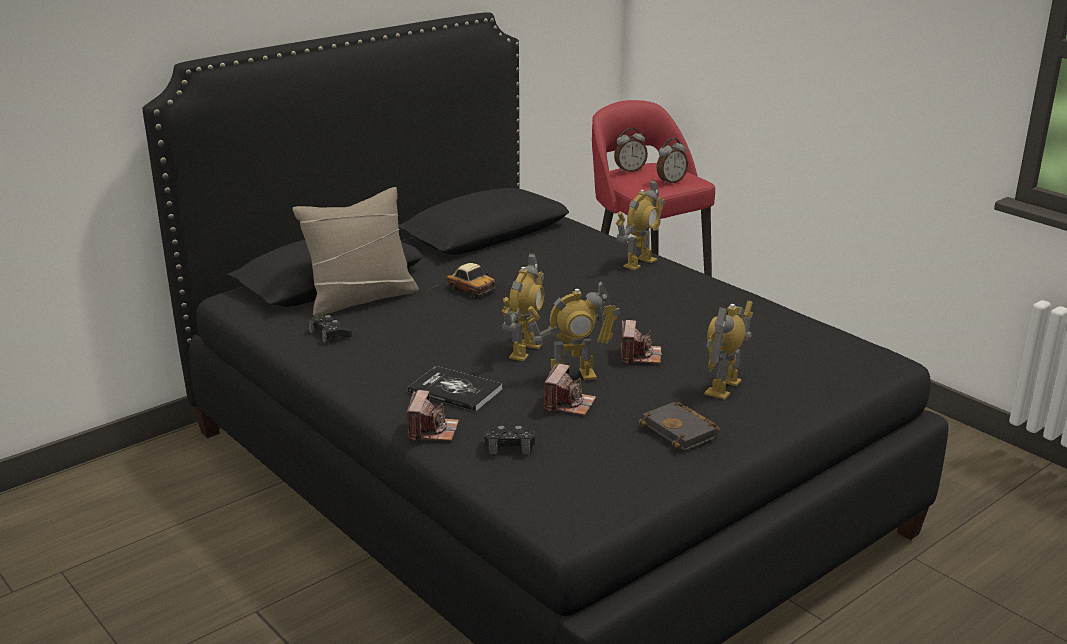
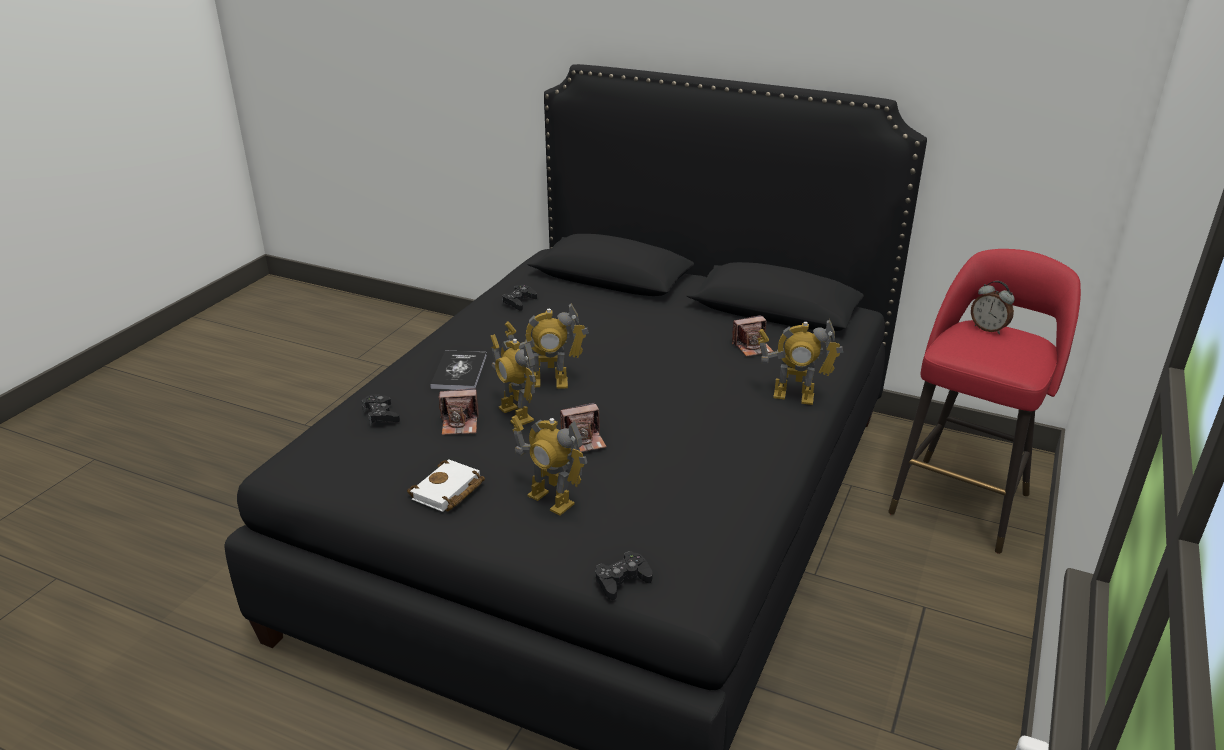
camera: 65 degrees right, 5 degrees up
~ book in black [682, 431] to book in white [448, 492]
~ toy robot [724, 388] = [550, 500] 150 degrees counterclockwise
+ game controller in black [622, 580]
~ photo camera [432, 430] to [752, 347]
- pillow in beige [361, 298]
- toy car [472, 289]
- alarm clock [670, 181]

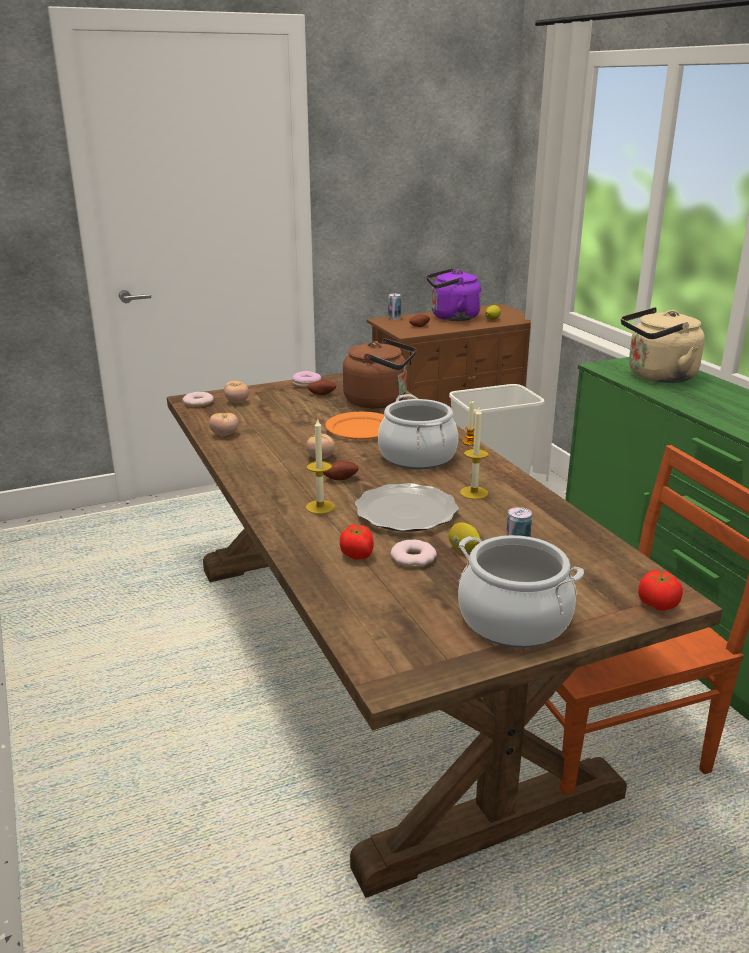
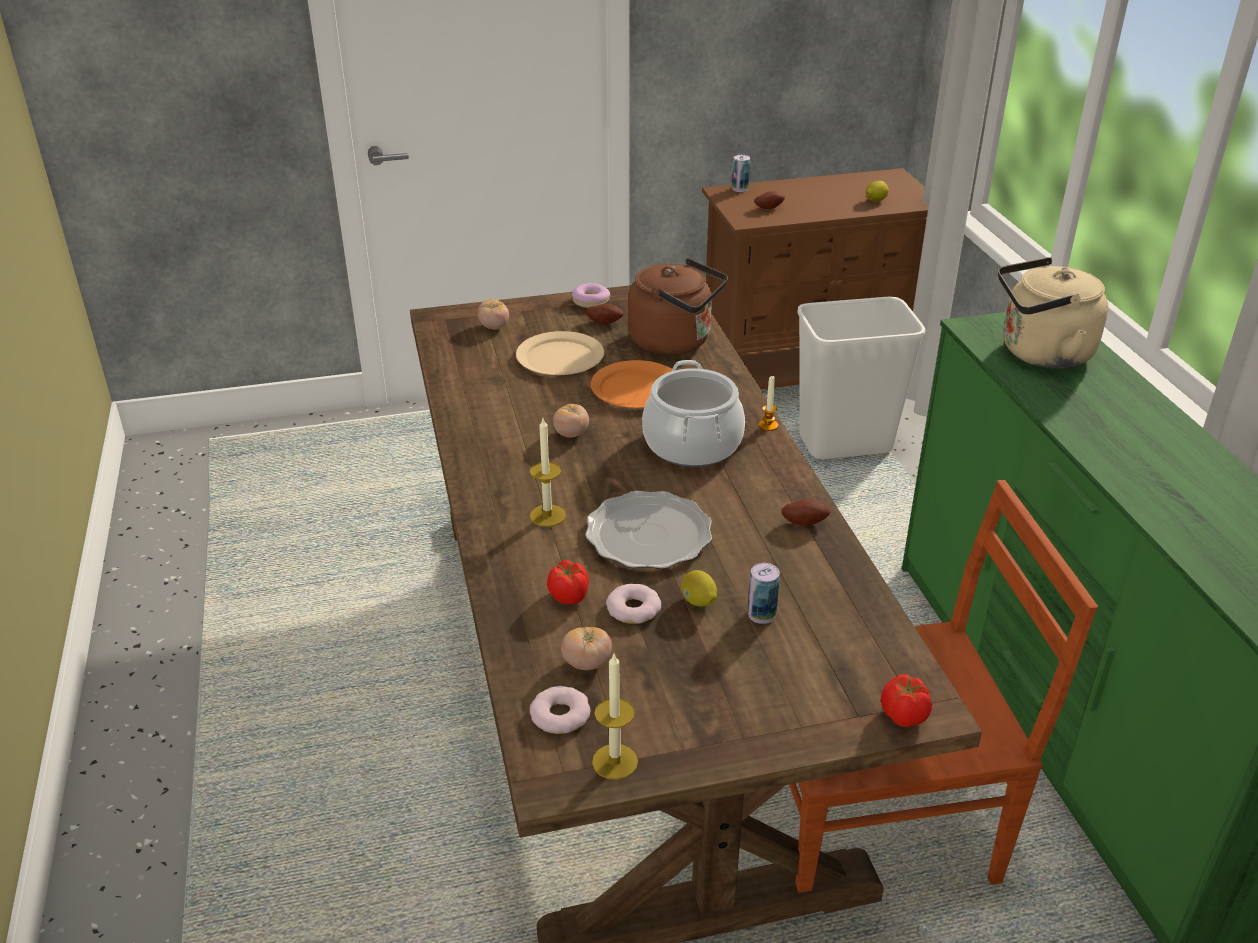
camera: 10 degrees right, 10 degrees up
+ plate in beige [561, 358]
~ donut [198, 403] to [560, 715]
~ tomato [224, 435] to [587, 663]
~ candle [474, 493] to [615, 762]
~ potato [340, 478] to [804, 521]
- kettle in purple [451, 317]
- cooking pot [514, 621]

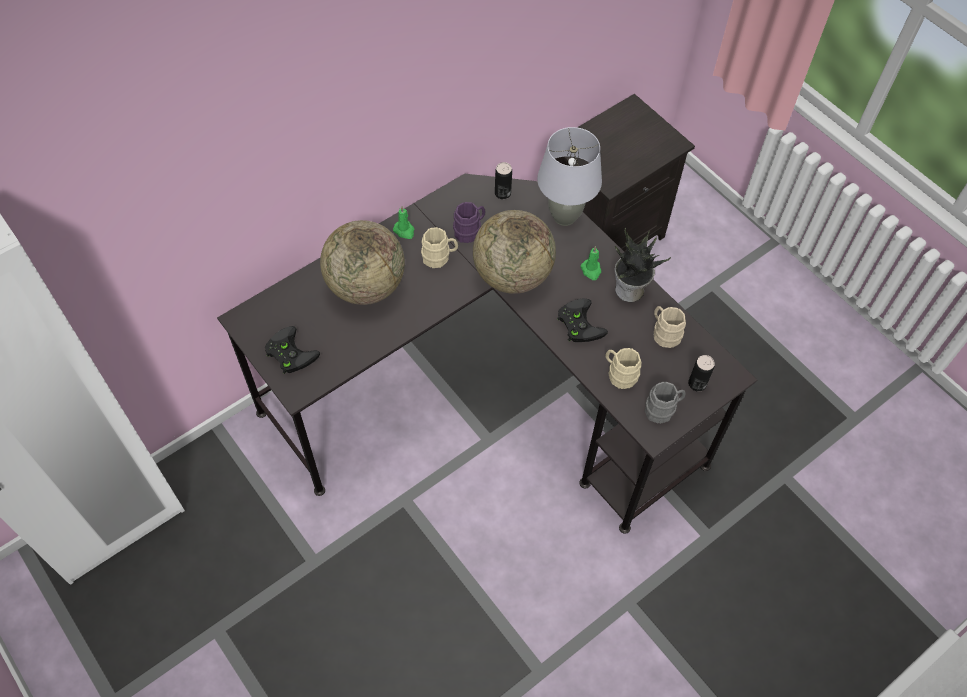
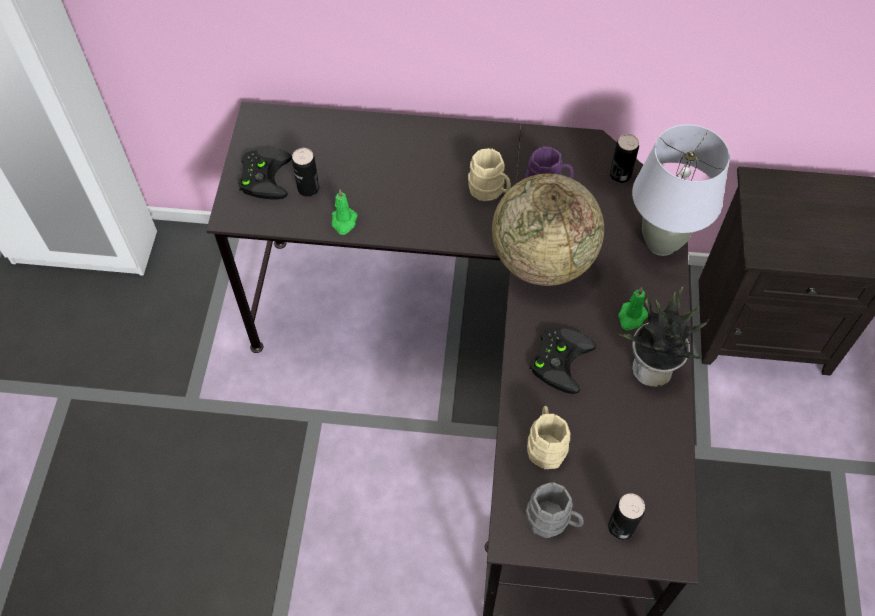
camera: 45 degrees right, 0 degrees up
+ can [308, 188]
~ candle in green [404, 231] to [344, 222]
- globe [366, 286]
- mug in beige [664, 333]

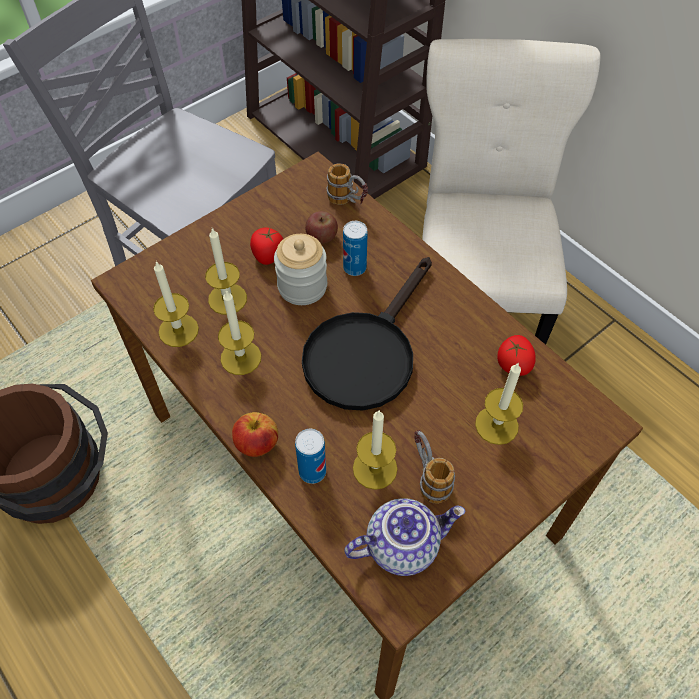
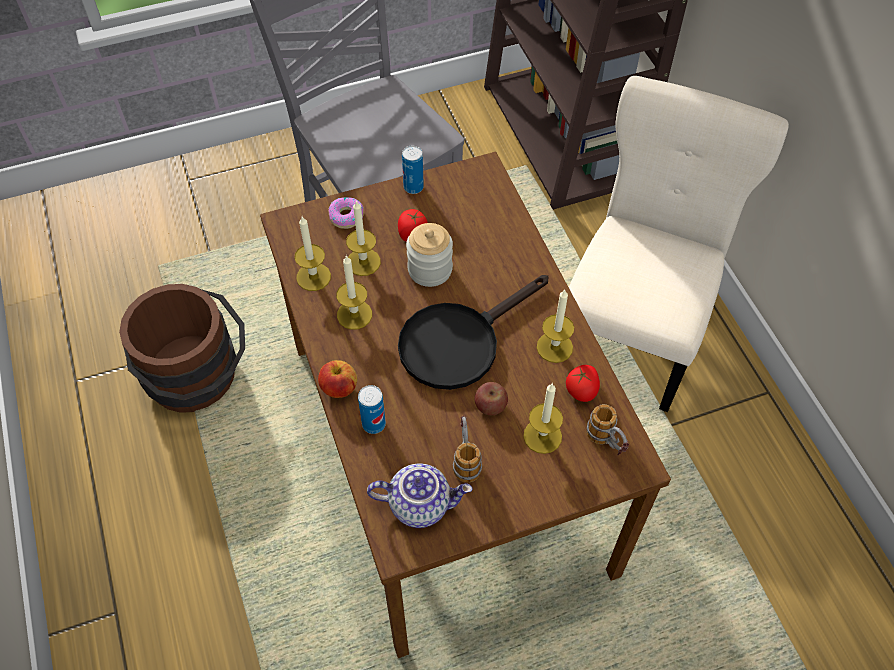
camera: 20 degrees right, 0 degrees up
+ donut [346, 216]
~ can [354, 268] to [413, 187]
~ apple [322, 237] to [490, 405]
~ candle [375, 468] to [554, 347]
~ mug [348, 202] to [606, 442]

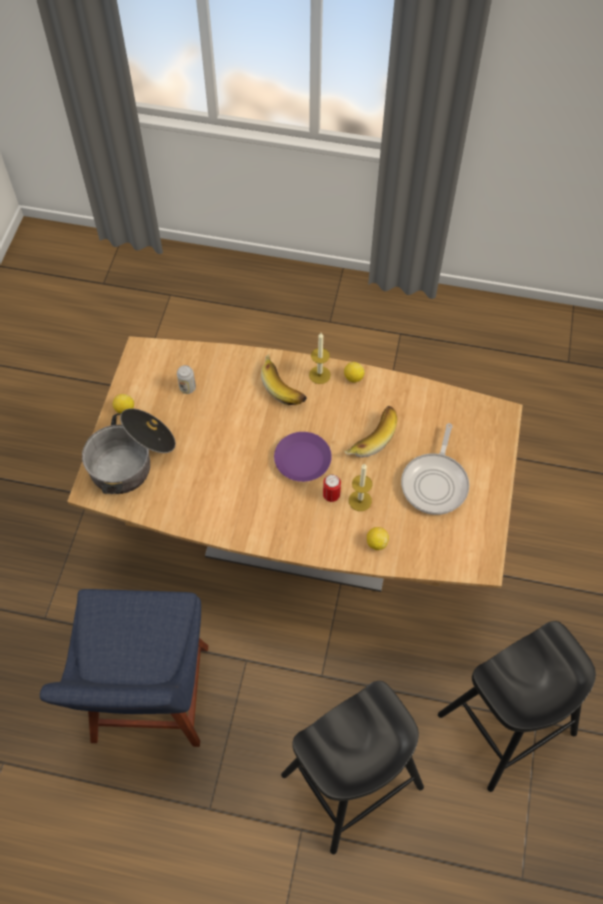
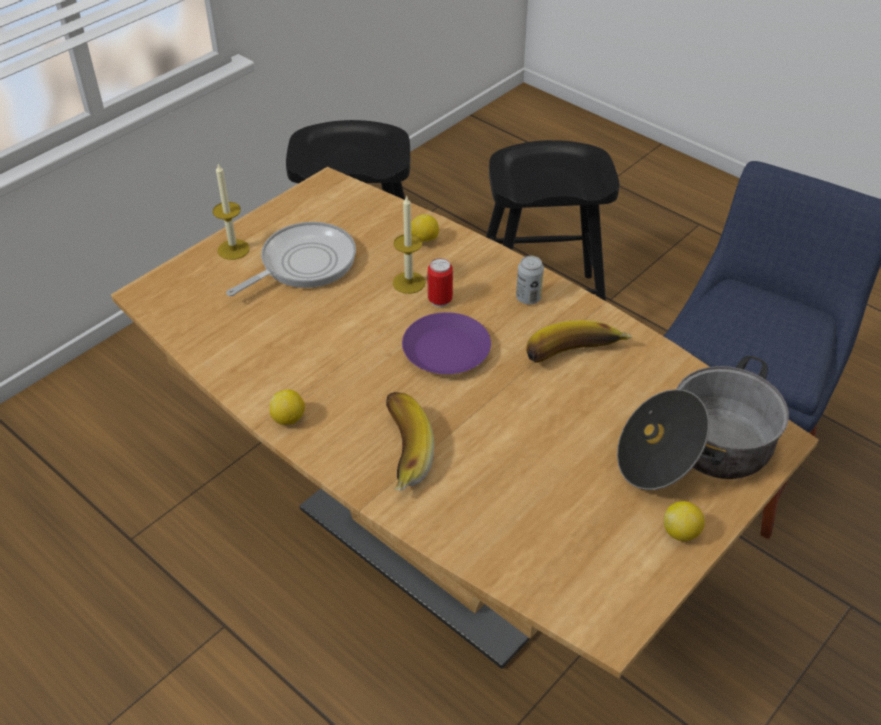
camera: 150 degrees left, 15 degrees down
~ candle [319, 375] to [233, 249]
~ can [187, 388] to [528, 298]
~ banana [369, 436] to [575, 357]

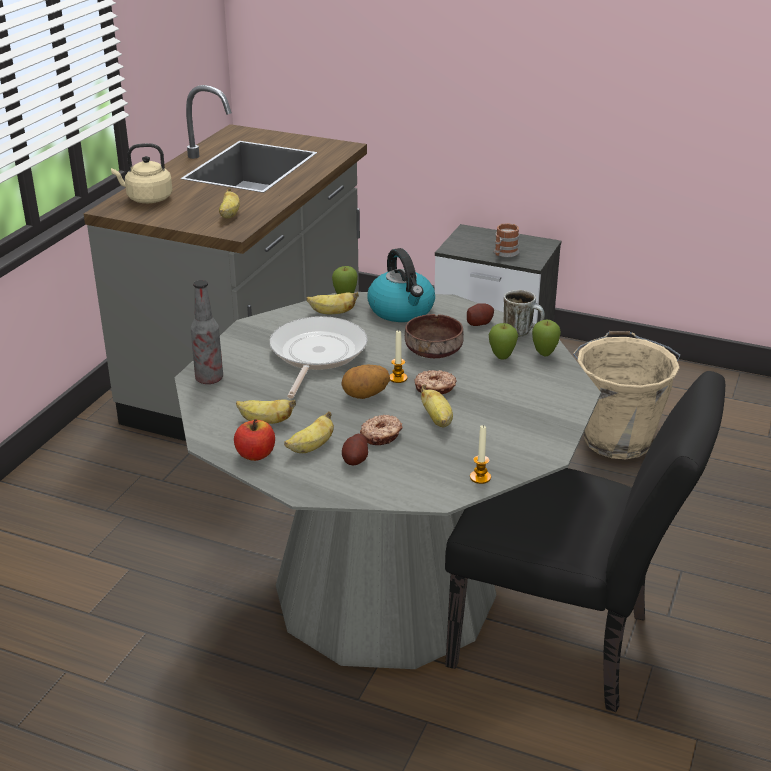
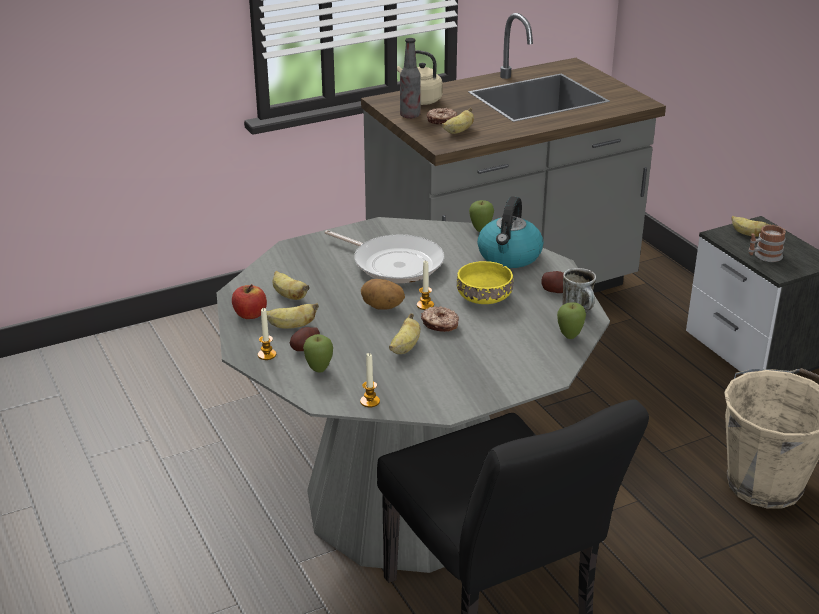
camera: 40 degrees right, 0 degrees up
+ candle [267, 355]
~ apple [502, 358] to [319, 370]
~ frying pan [316, 354] = [394, 263] 75 degrees clockwise
~ bottle [209, 379] to [410, 115]
~ donut [381, 436] to [441, 121]
~ bowl in brown [432, 351] to bowl in yellow [482, 297]
~ banana [332, 313] to [747, 234]

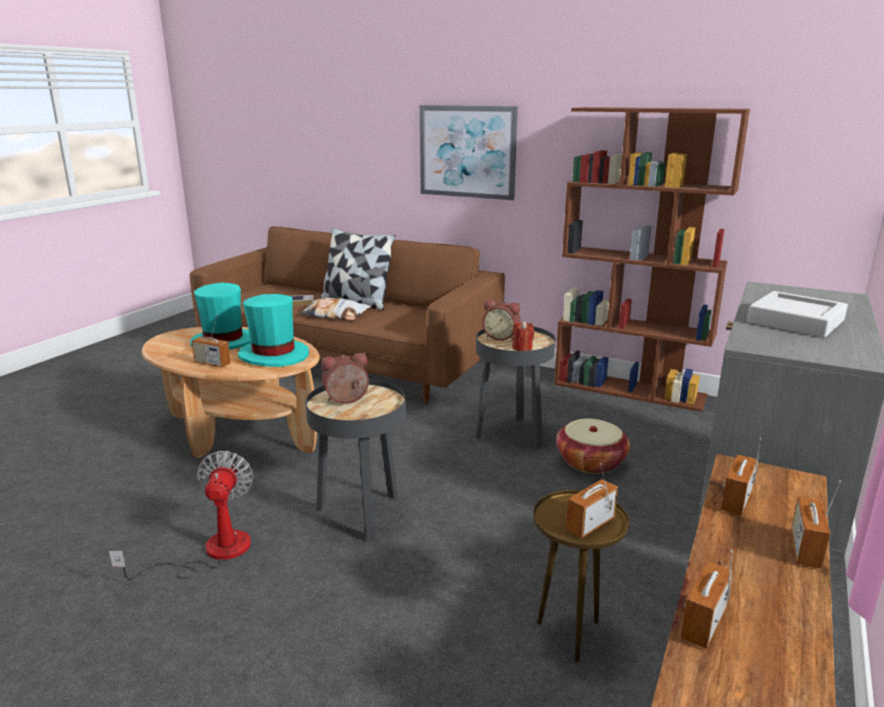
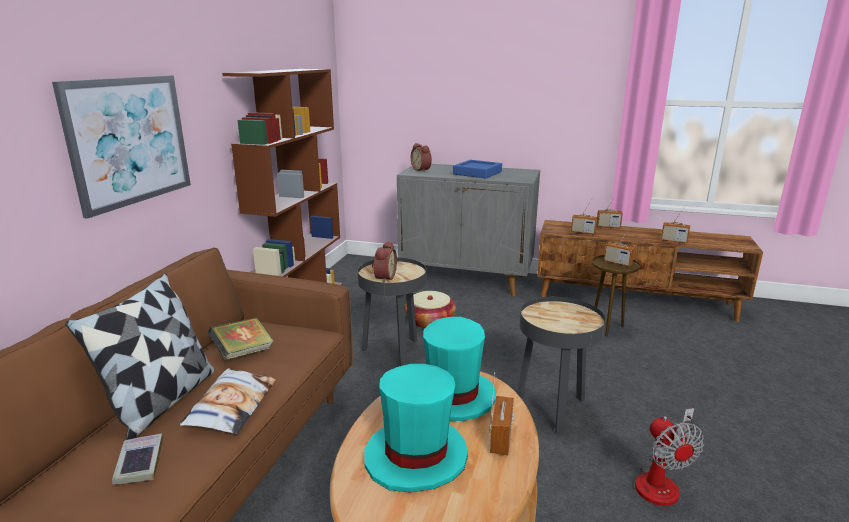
camera: 100 degrees left, 0 degrees up
+ book [243, 353]
~ alarm clock [347, 400] to [422, 170]
~ tray in grey [795, 321] to tray in blue [477, 173]
~ fan [211, 552] = [662, 481] 90 degrees counterclockwise
- candle in red [522, 348]

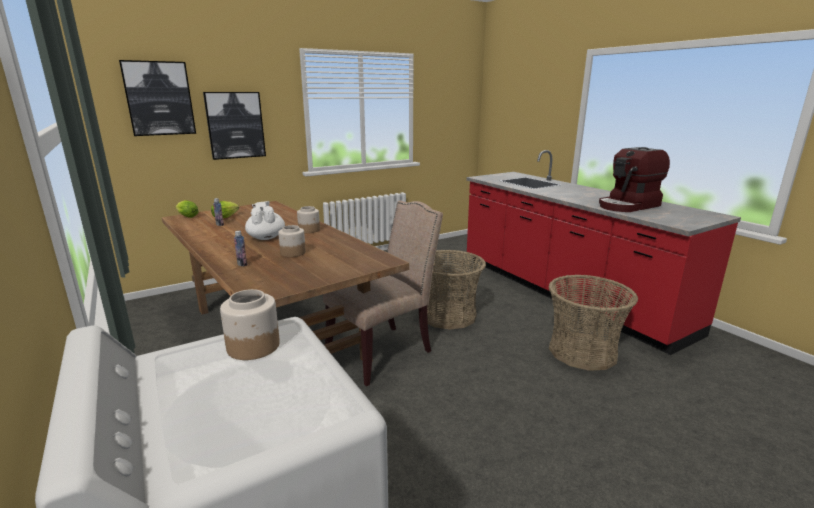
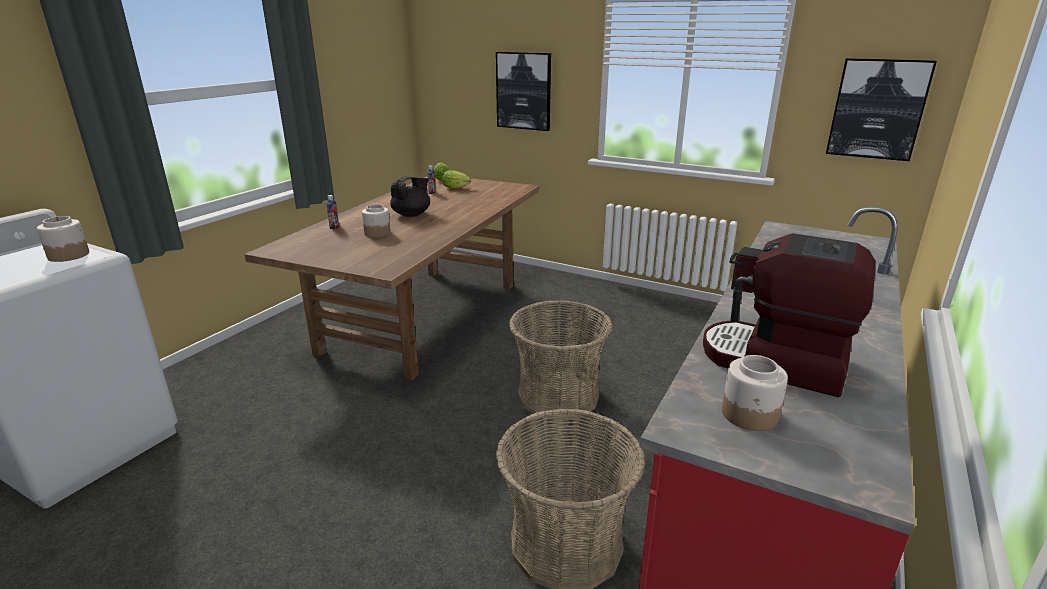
camera: 60 degrees right, 5 degrees up
~ teapot in white [266, 237] to teapot in black [412, 214]
~ jar [309, 230] to [750, 415]
~ picture [159, 98] to [877, 109]
- chair in beige [383, 351]

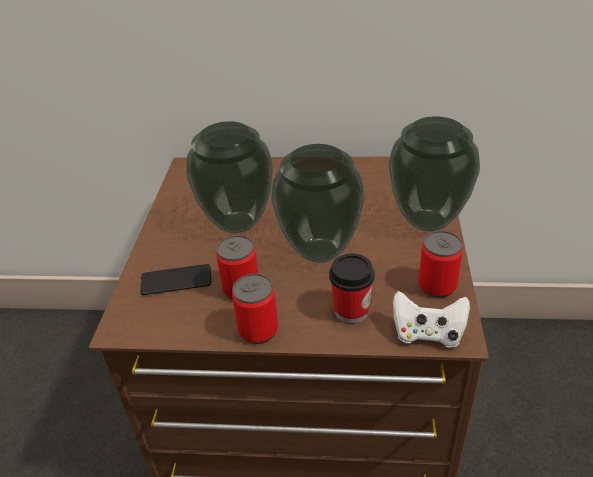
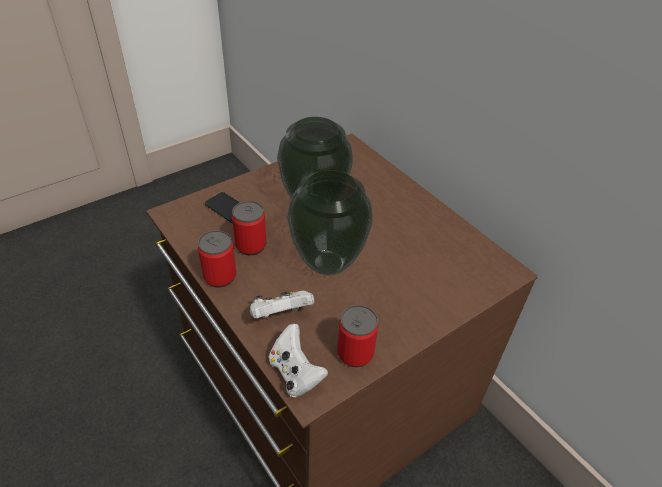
camera: 45 degrees right, 5 degrees up
~ cup [351, 311] to game controller in white [280, 315]
- vase [428, 220]

